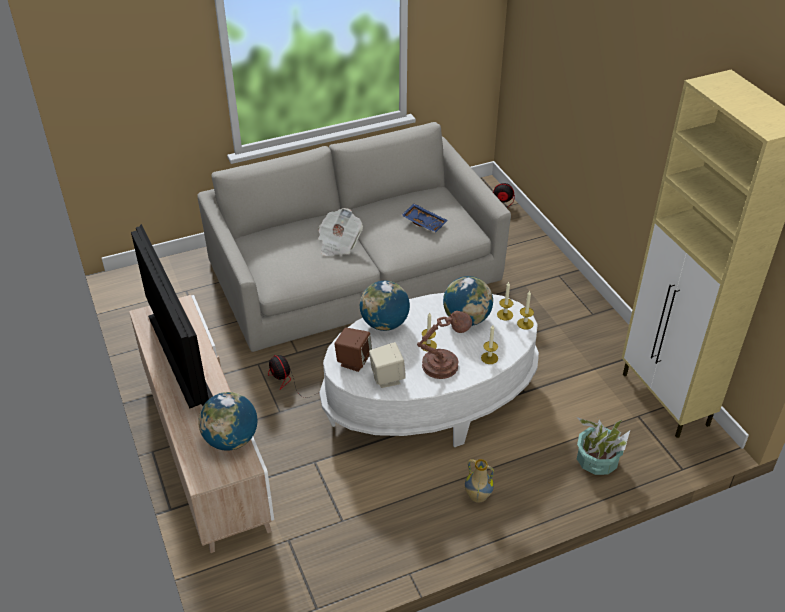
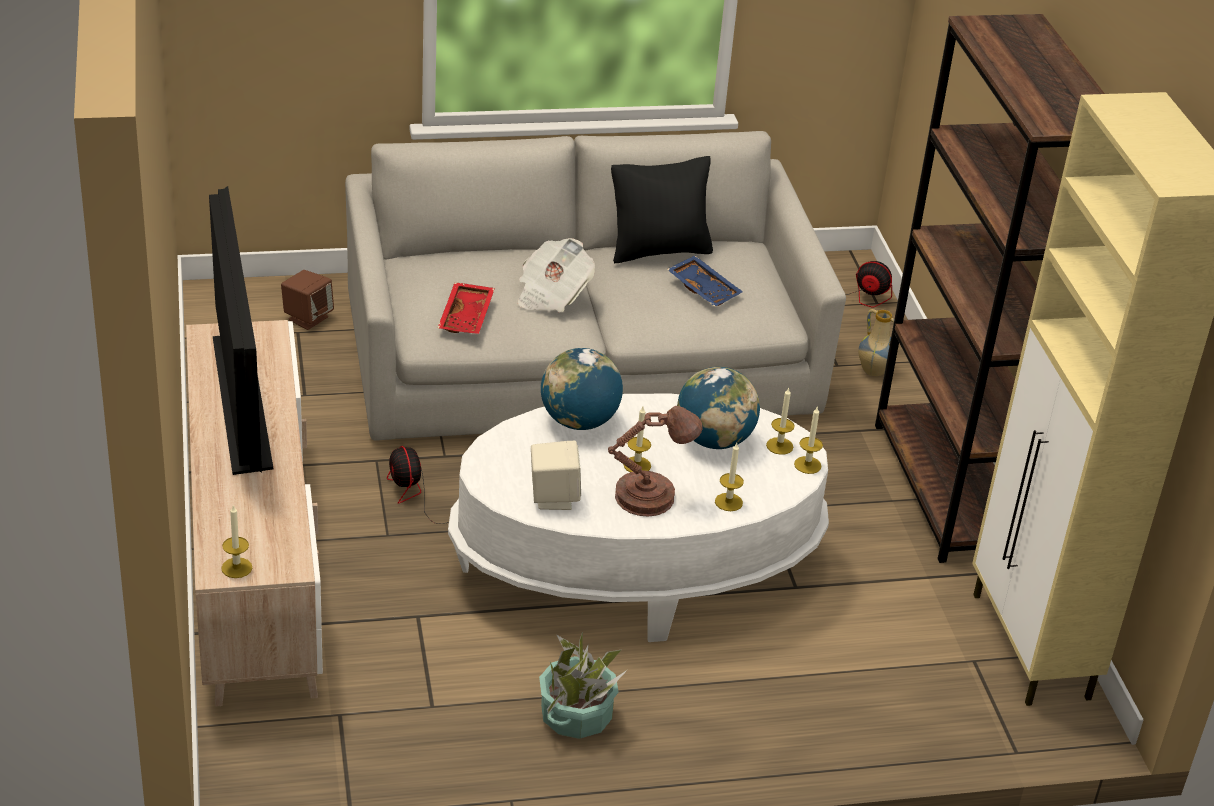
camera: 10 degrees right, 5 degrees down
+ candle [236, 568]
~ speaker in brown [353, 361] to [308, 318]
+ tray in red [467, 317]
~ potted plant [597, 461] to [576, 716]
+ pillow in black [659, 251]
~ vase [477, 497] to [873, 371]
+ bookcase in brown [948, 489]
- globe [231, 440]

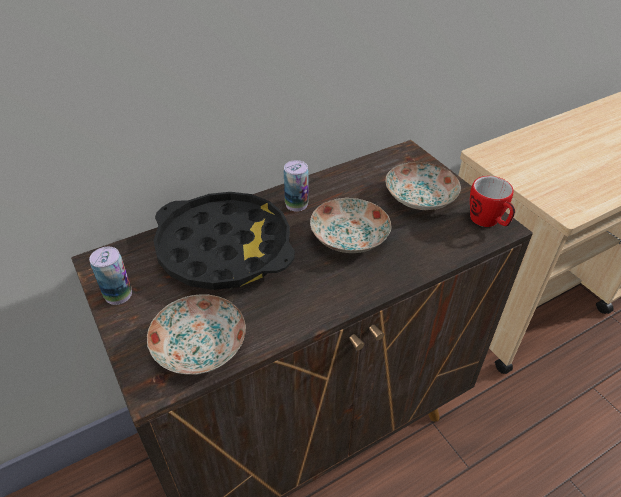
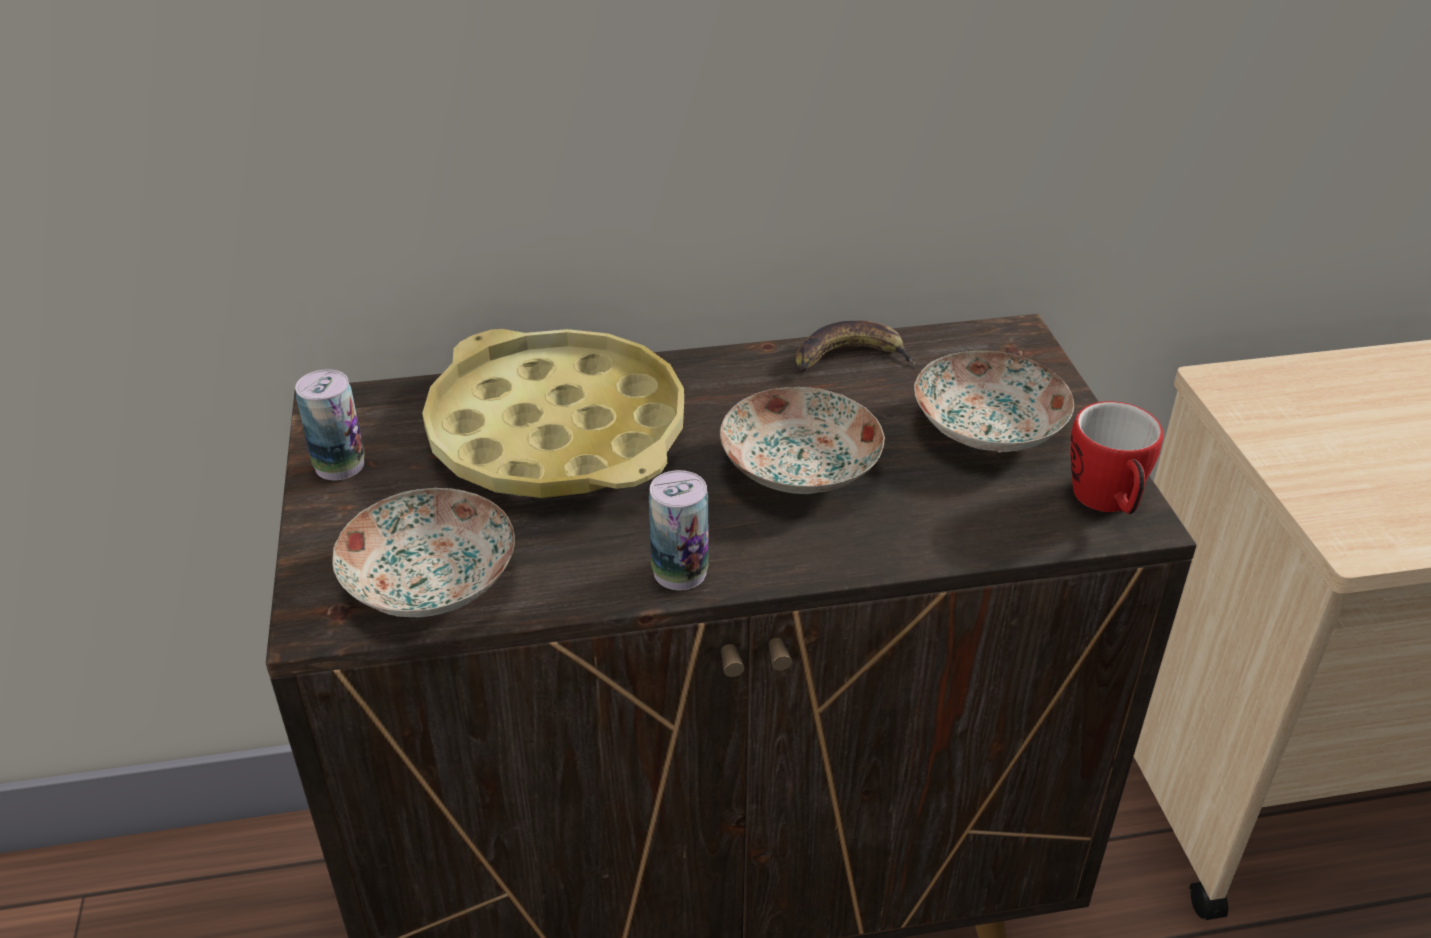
camera: 20 degrees right, 5 degrees down
~ tray in black [224, 248] to tray in yellow [557, 432]
~ can [296, 204] to [680, 572]
+ banana [849, 358]

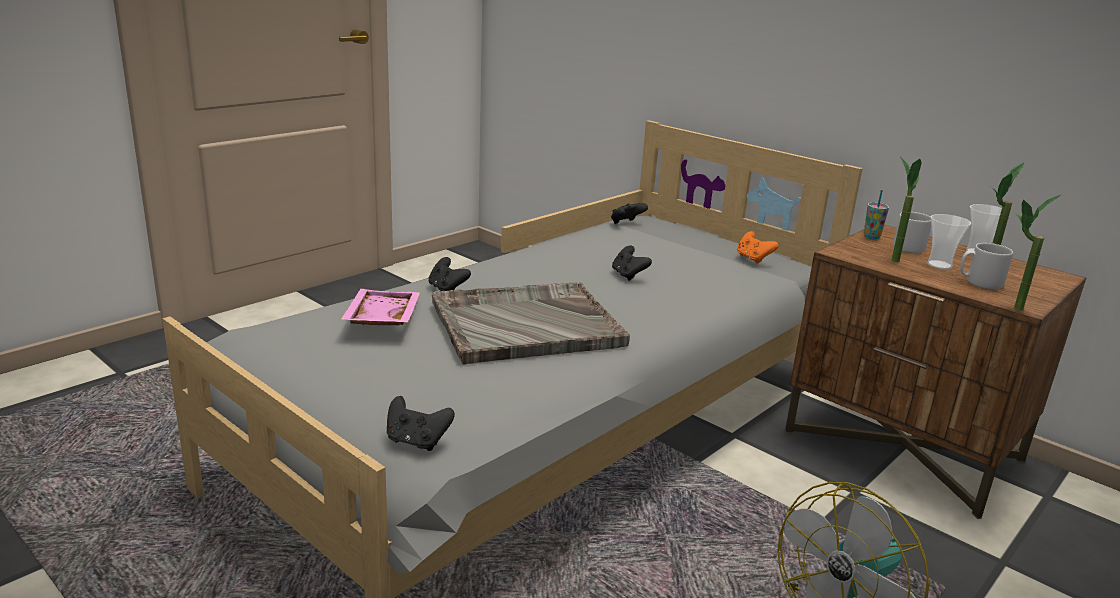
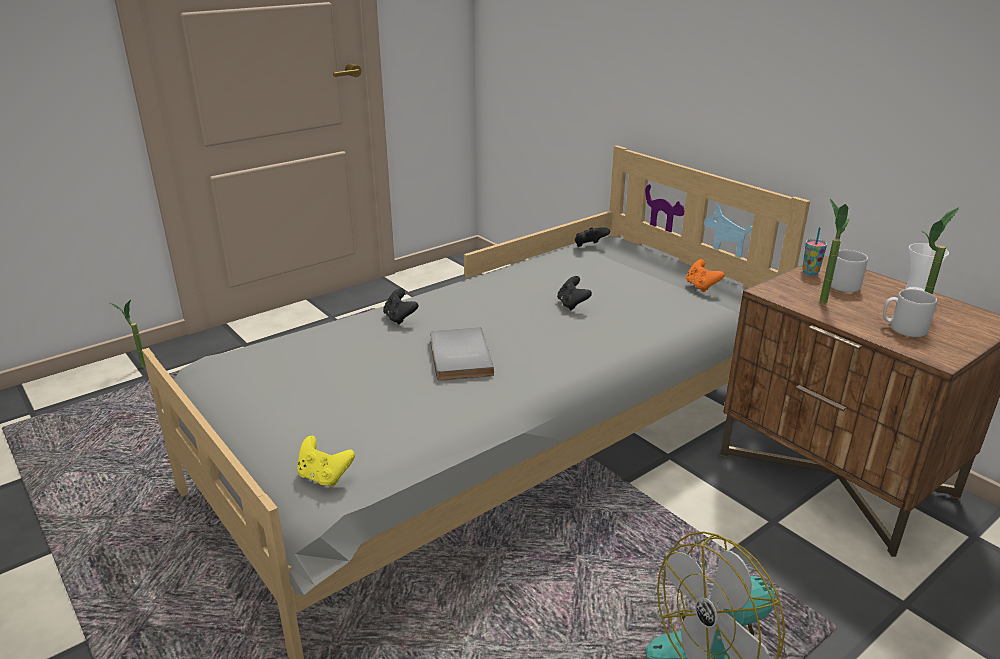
camera: 10 degrees right, 5 degrees up
~ potted plant [1009, 308] to [139, 365]
~ game controller in black [417, 441] to game controller in yellow [324, 477]
~ tray in grey [524, 325] to book in grey [457, 357]
- tray in pink [380, 320]
- cup [939, 265]

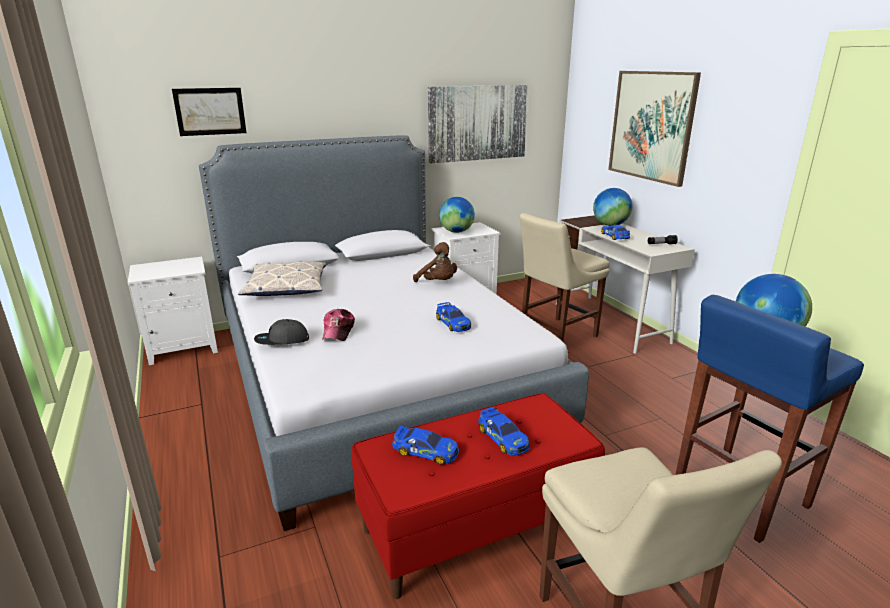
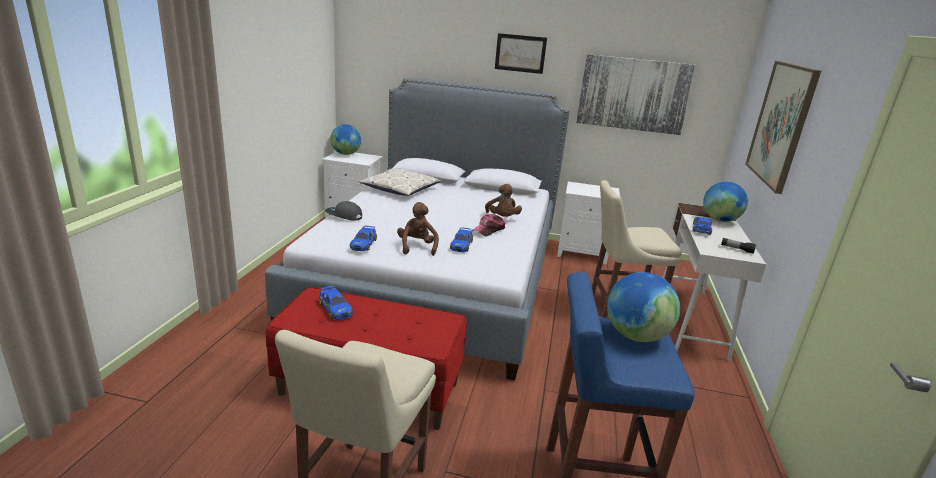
camera: 35 degrees right, 0 degrees up
~ globe [456, 232] to [345, 154]
~ toy car [502, 438] to [363, 244]
+ plush toy in brown [417, 247]
~ cap [338, 331] to [489, 230]
~ picture [210, 111] to [520, 53]

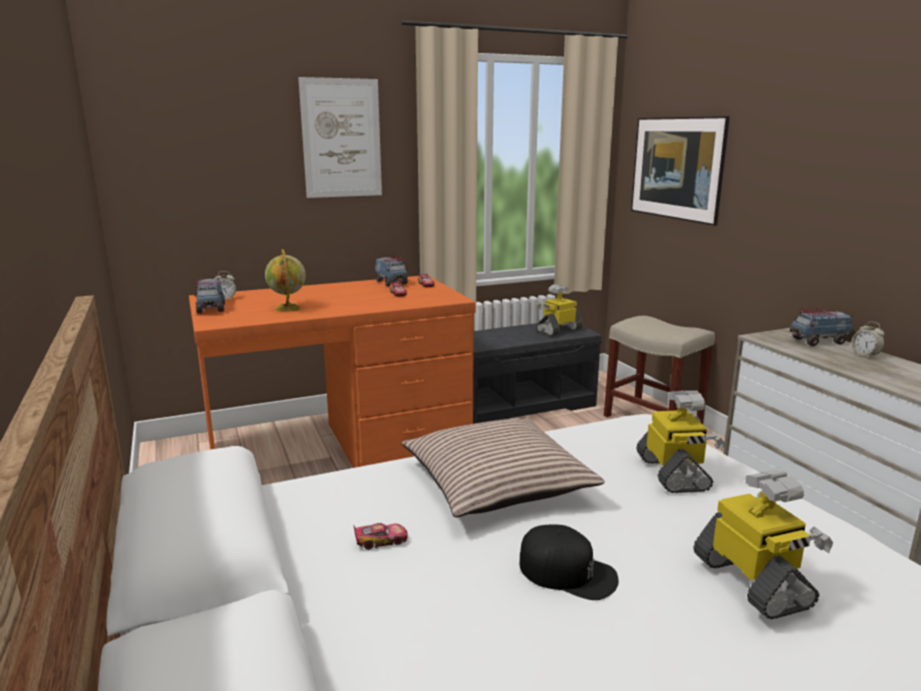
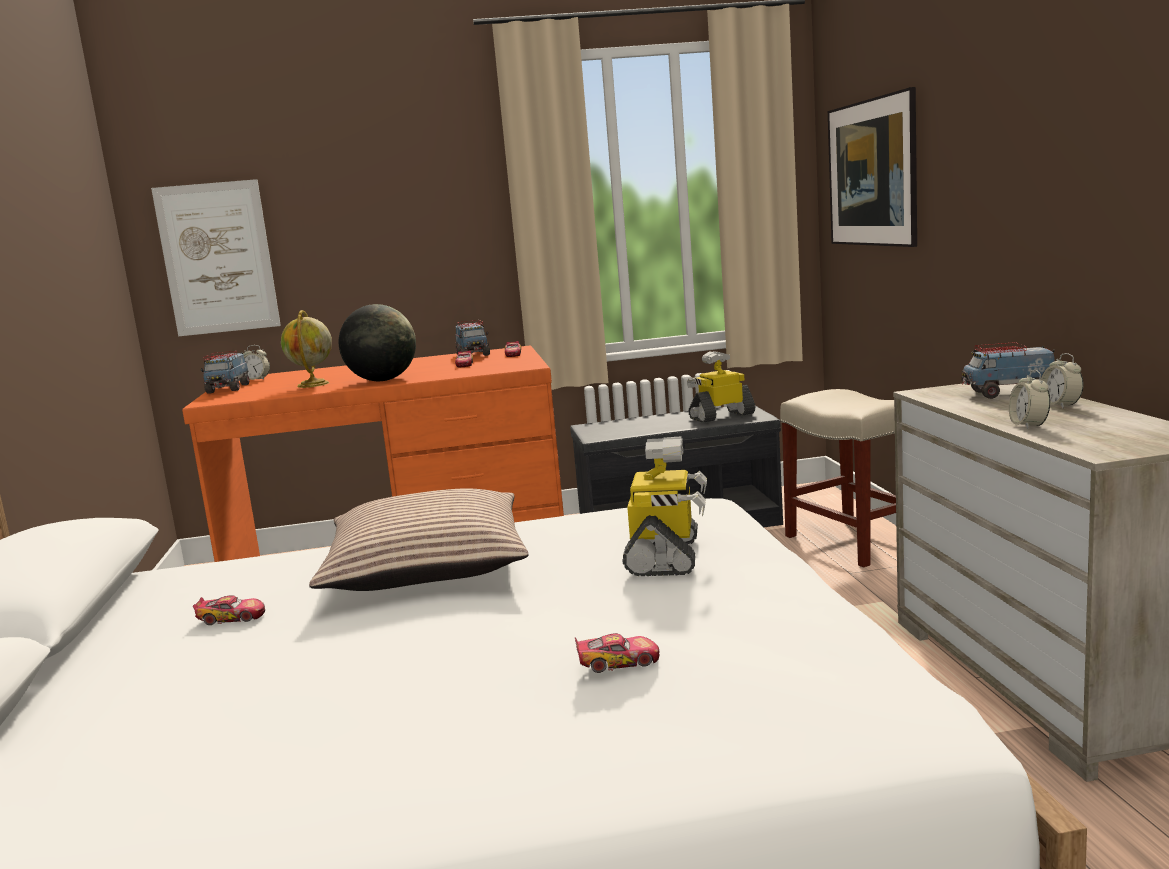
camera: 15 degrees right, 5 degrees down
~ picture [341, 138] to [217, 258]
+ globe [382, 380]
~ toy robot [754, 582] to toy car [619, 662]
+ alarm clock [1028, 426]
- cap in black [567, 572]

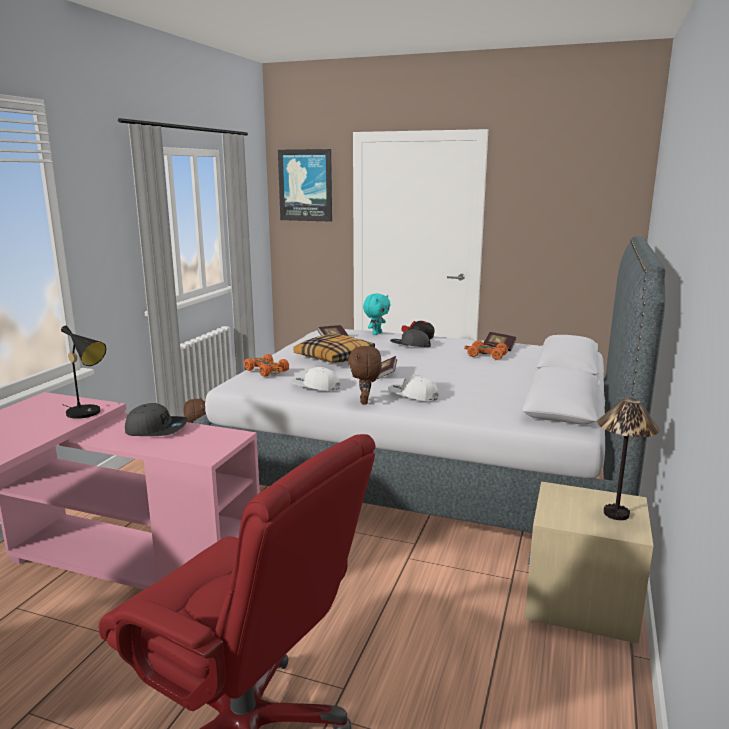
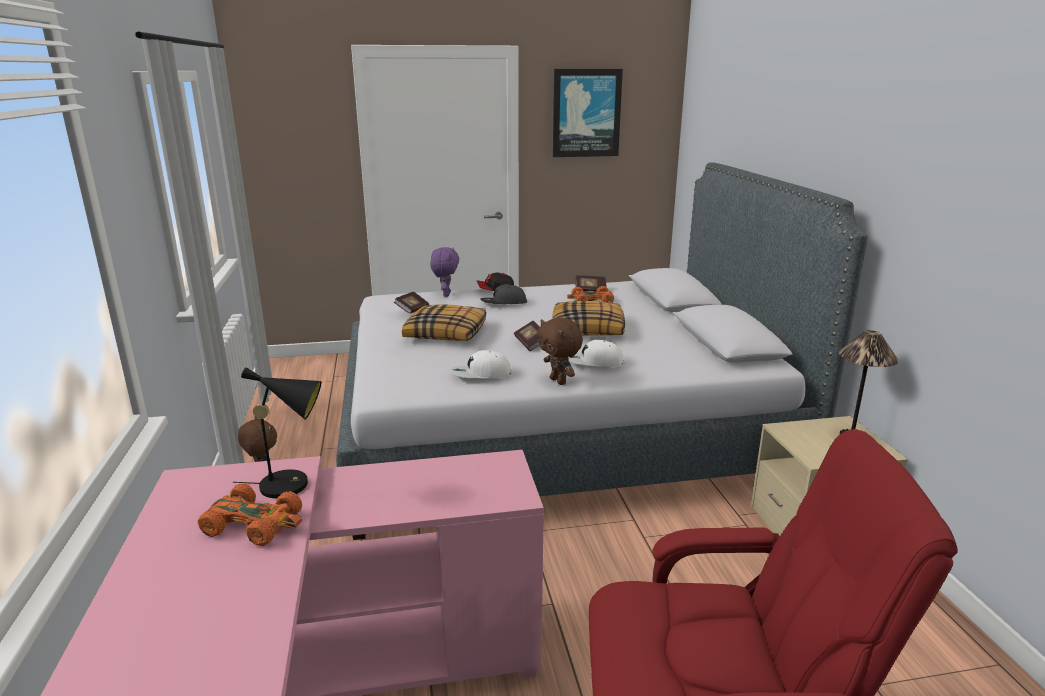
camera: 30 degrees left, 5 degrees up
~ toy car in orange [267, 371] to [255, 524]
~ plush toy in turquoise [376, 333] to plush toy in purple [445, 294]
+ pillow [588, 329]
~ picture [305, 185] to [586, 113]
- cap in grey [156, 429]

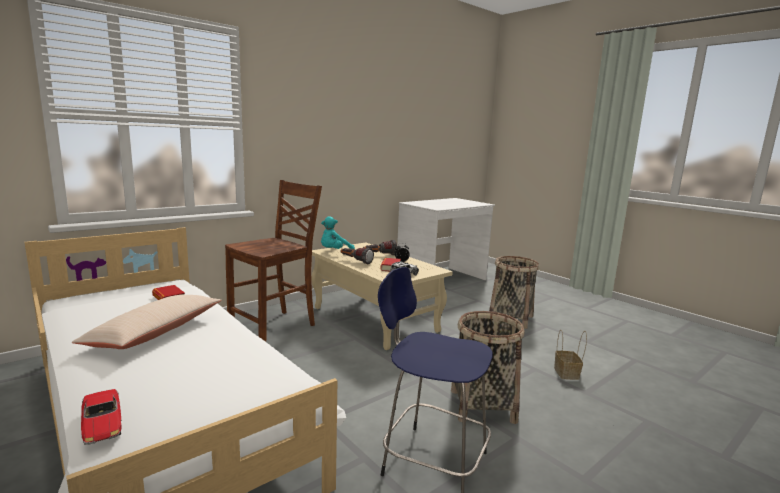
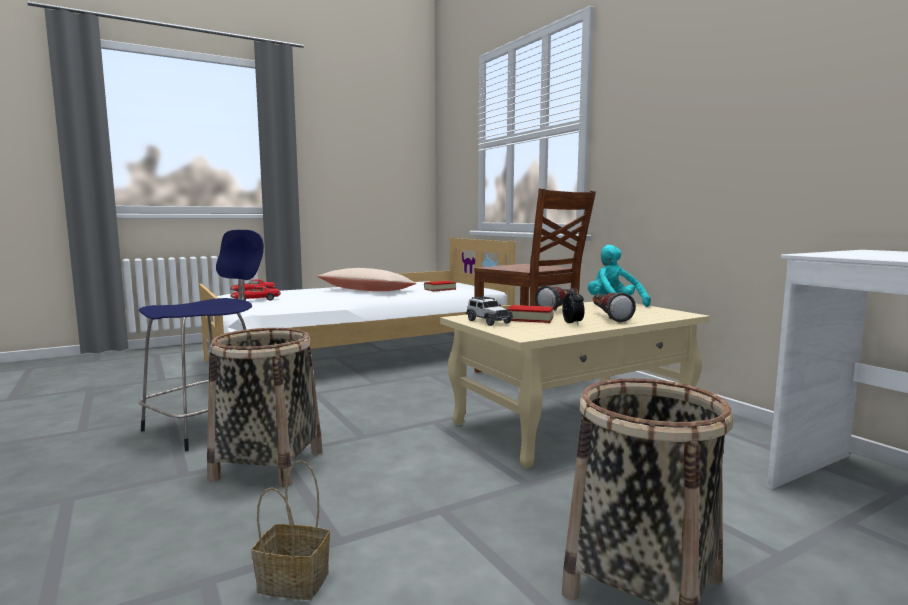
camera: 100 degrees right, 5 degrees down
+ toy car [255, 300]

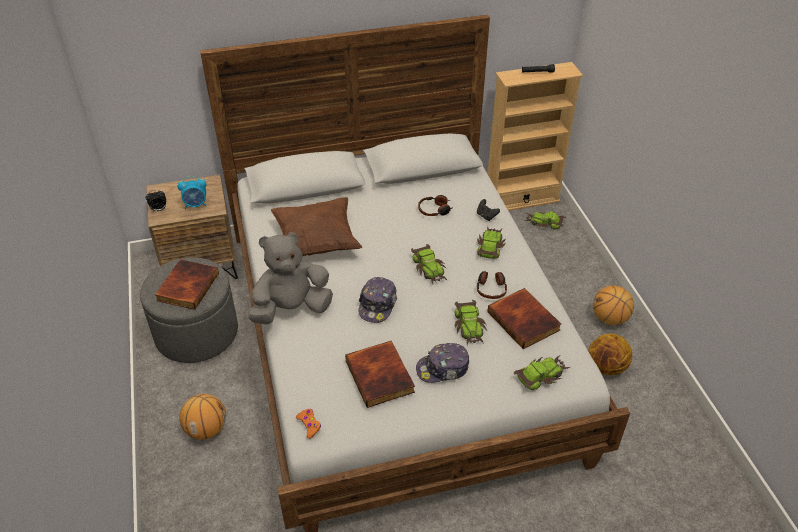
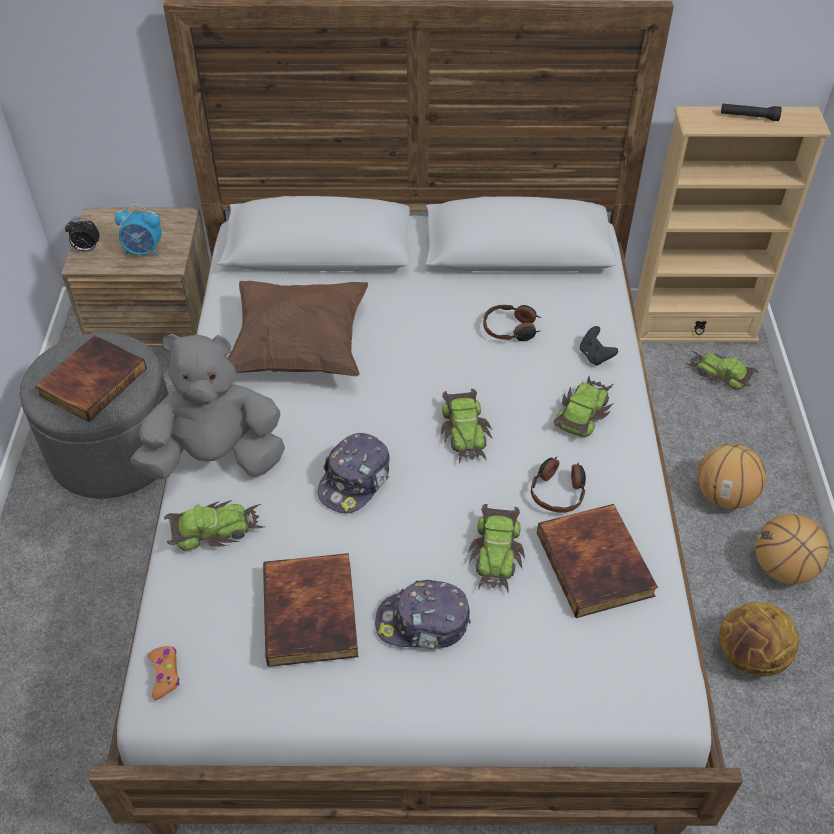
camera: 15 degrees right, 5 degrees up
~ toy car [541, 374] to [215, 529]
~ basketball [206, 429] to [724, 495]

